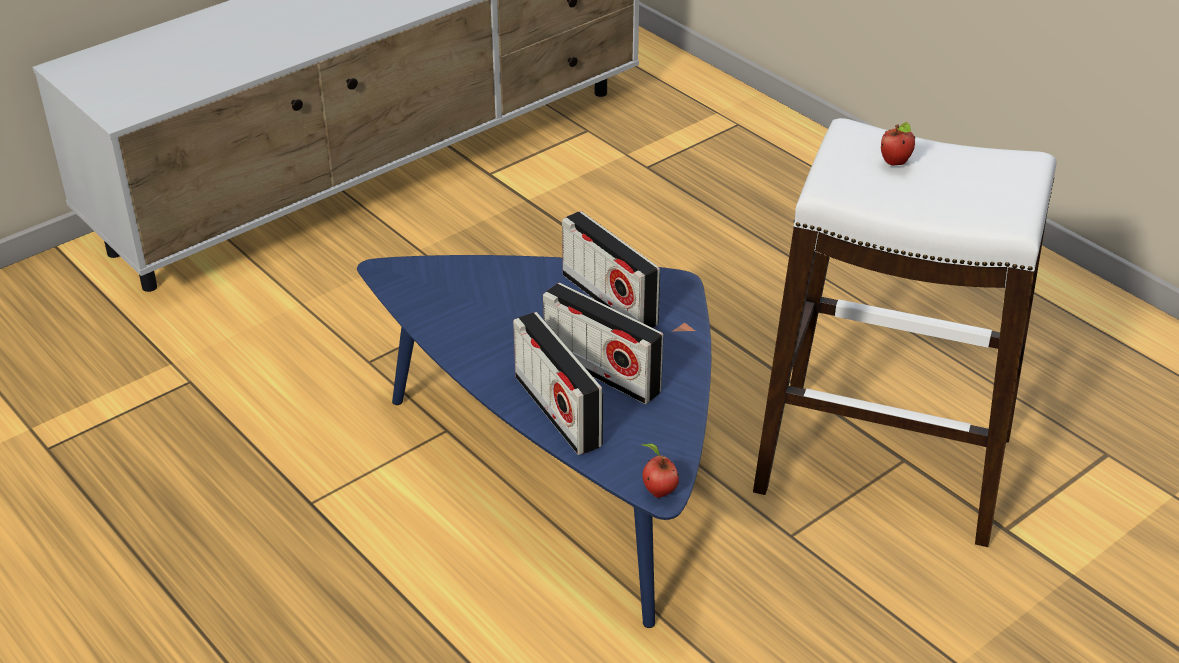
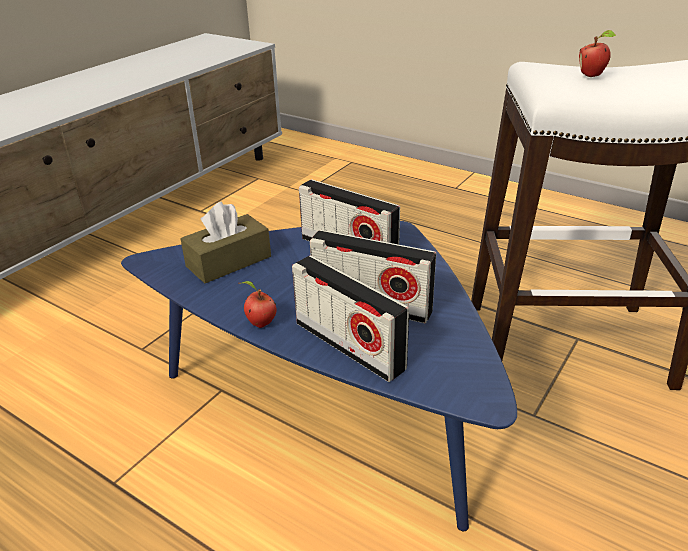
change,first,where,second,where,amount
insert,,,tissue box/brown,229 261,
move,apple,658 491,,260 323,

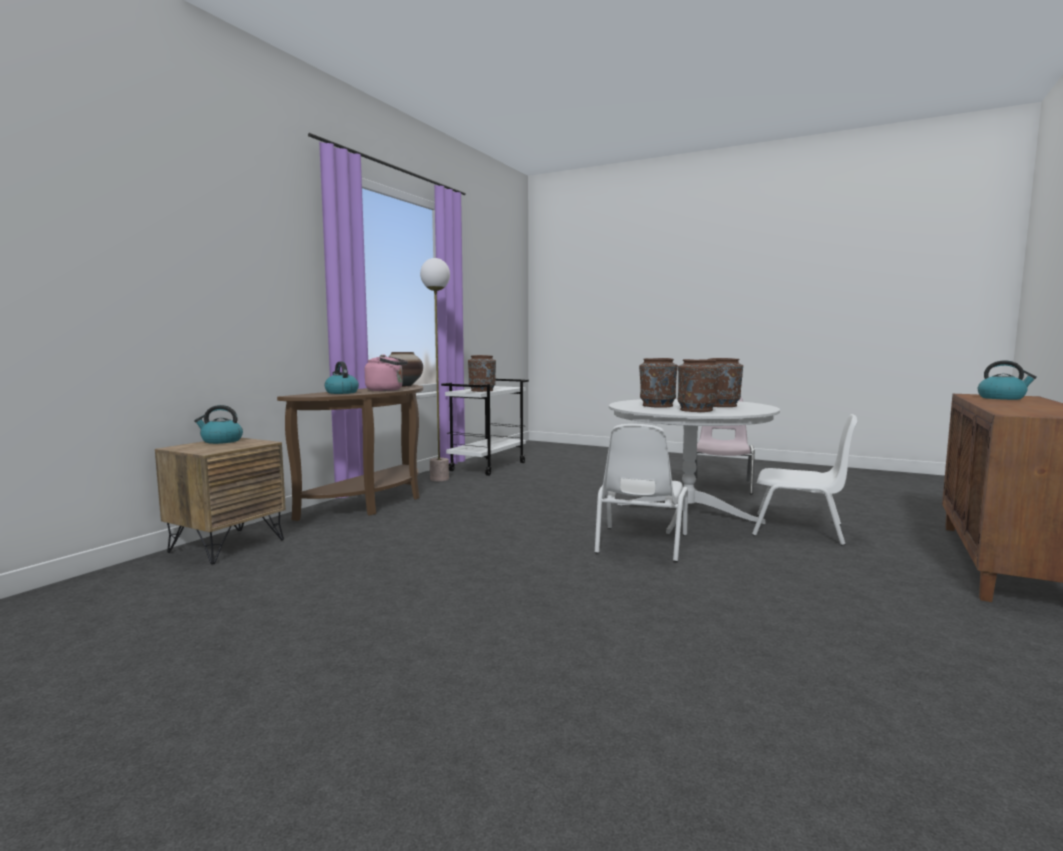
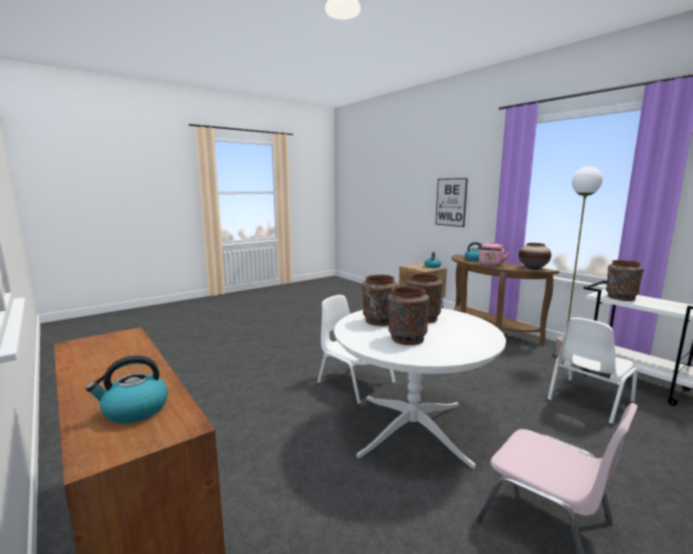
change,first,where,second,where,amount
insert,,,picture,451 202,
move,chair/white,799 530,,588 400,

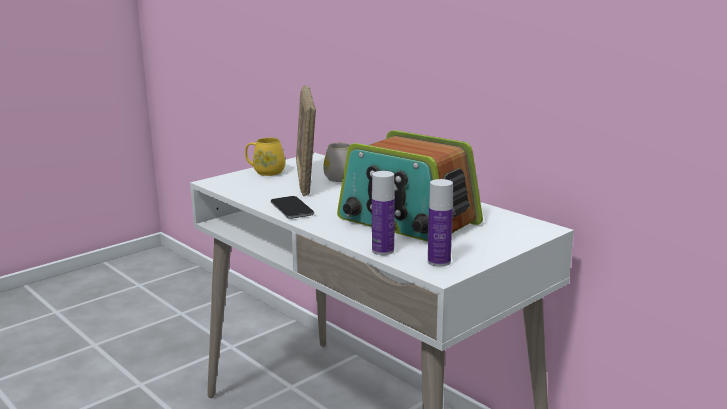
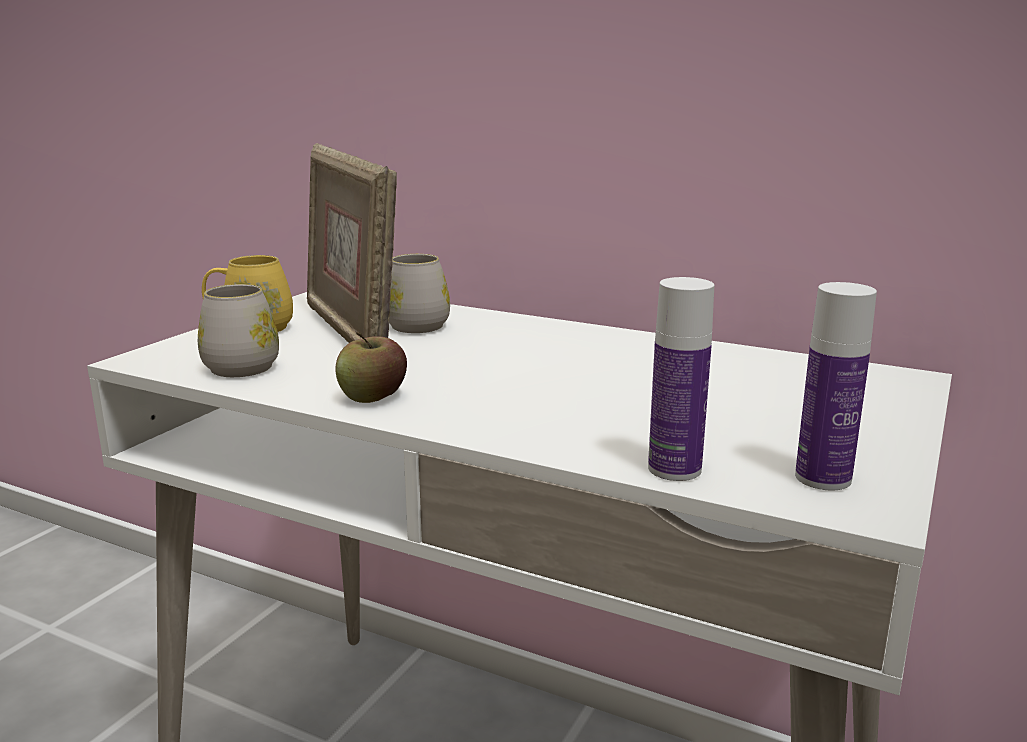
change,first,where,second,where,amount
delete,radio,408 221,,,
insert,,,mug/white,245 364,
replace,phone,291 208,apple,373 397,

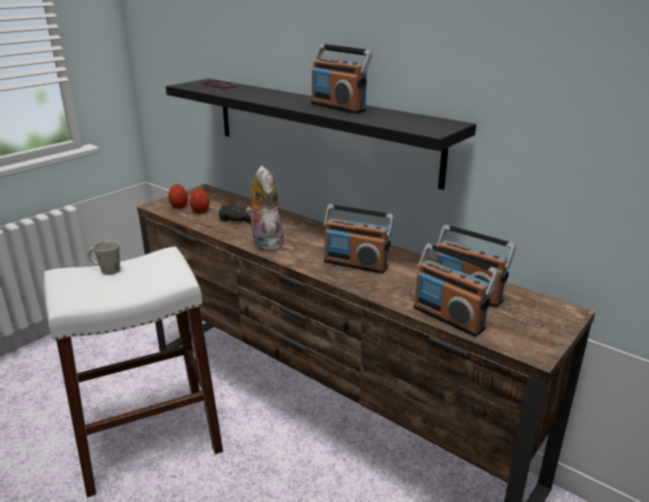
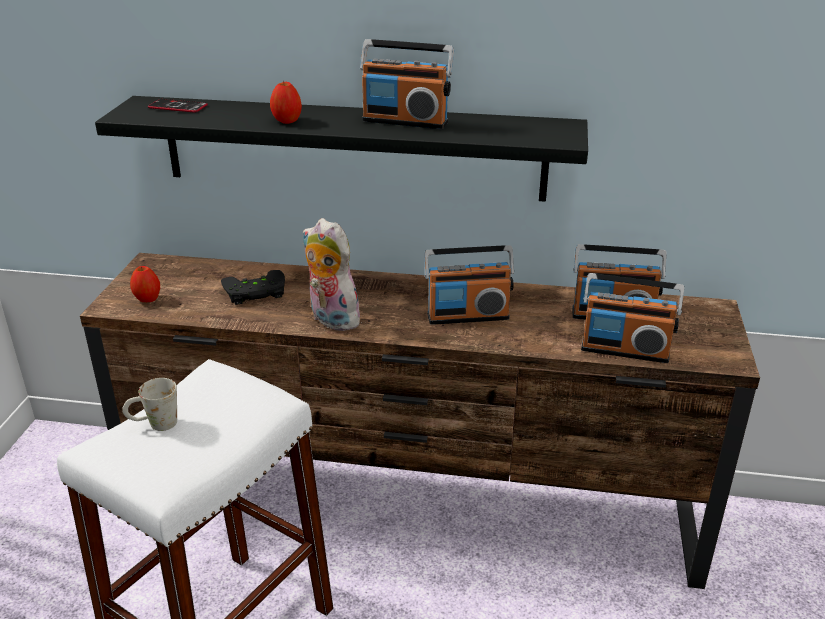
change,first,where,second,where,amount
move,apple,200 211,,287 121,

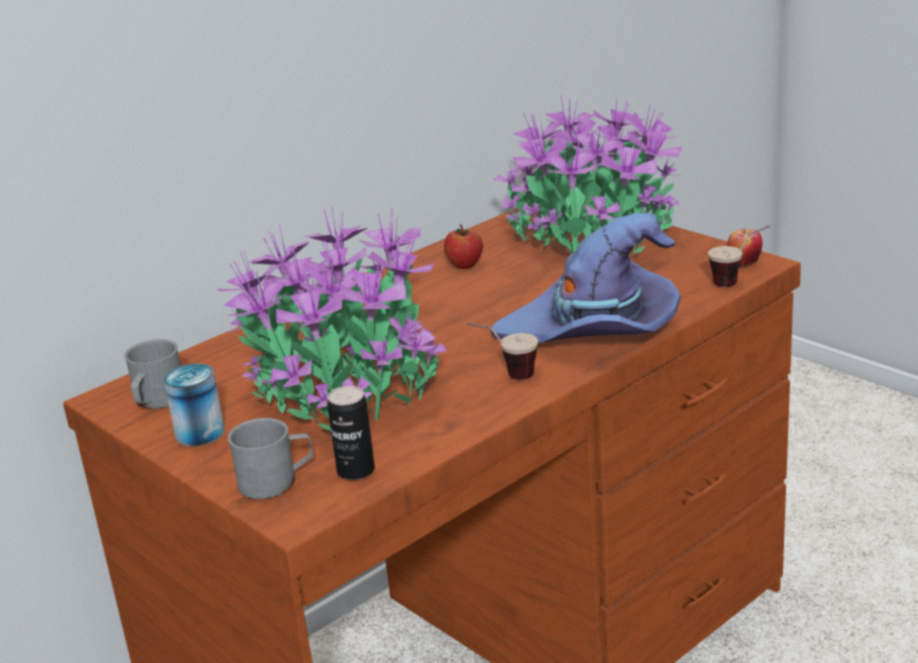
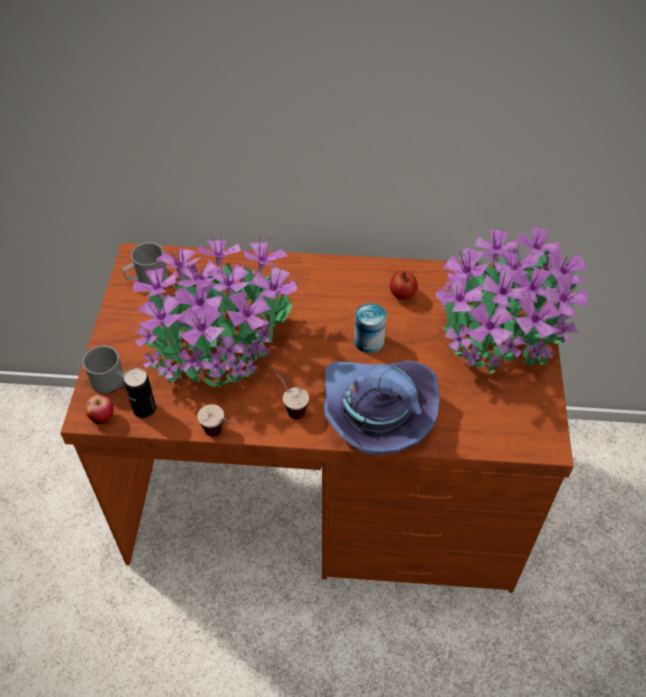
change,first,where,second,where,amount
move,can,200 433,,369 341,
move,cup,738 281,,221 435,
move,apple,744 263,,102 417,

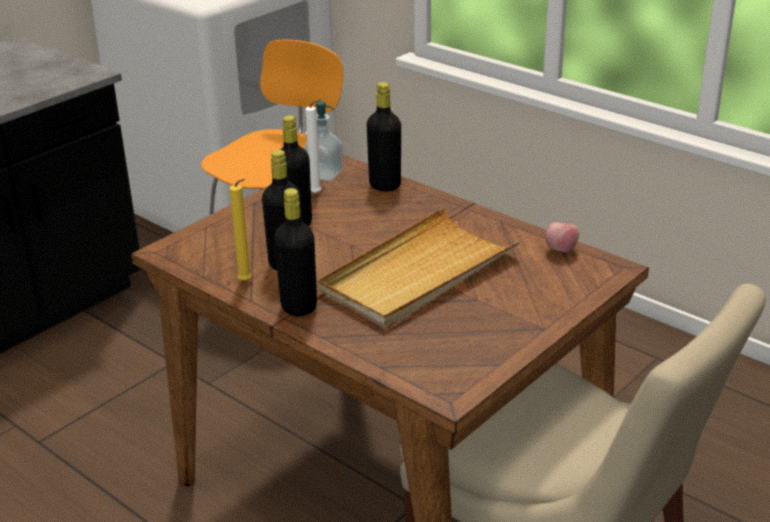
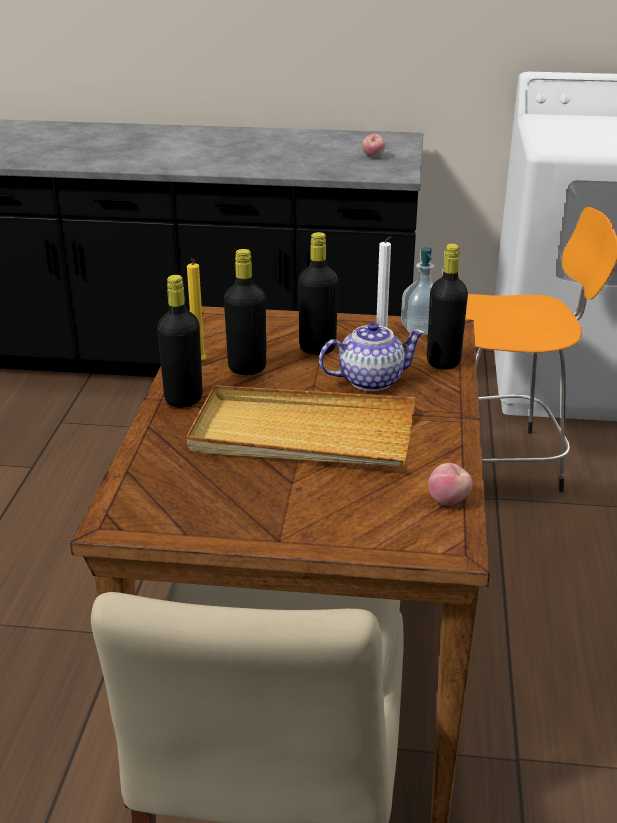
change,first,where,second,where,amount
insert,,,teapot,370 380,
insert,,,apple,373 157,

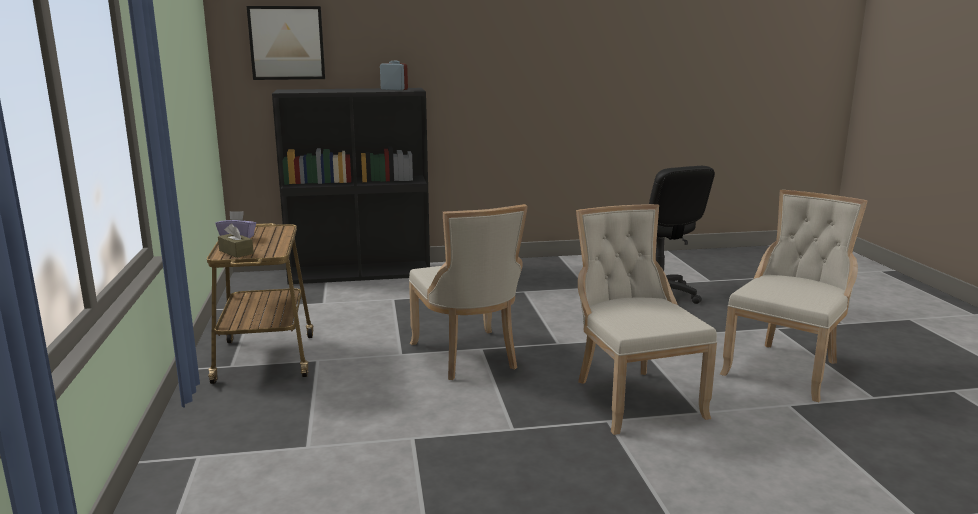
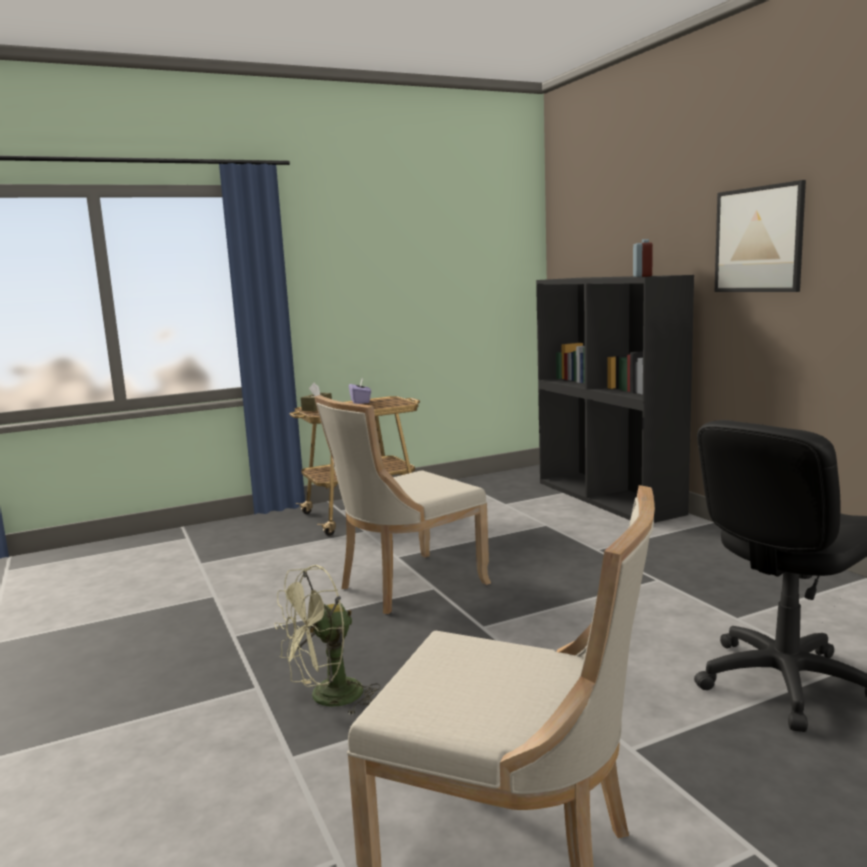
change,first,where,second,where,amount
move,picture,287 43,,758 239,
replace,chair/beige,633 398,fan/green,327 699,

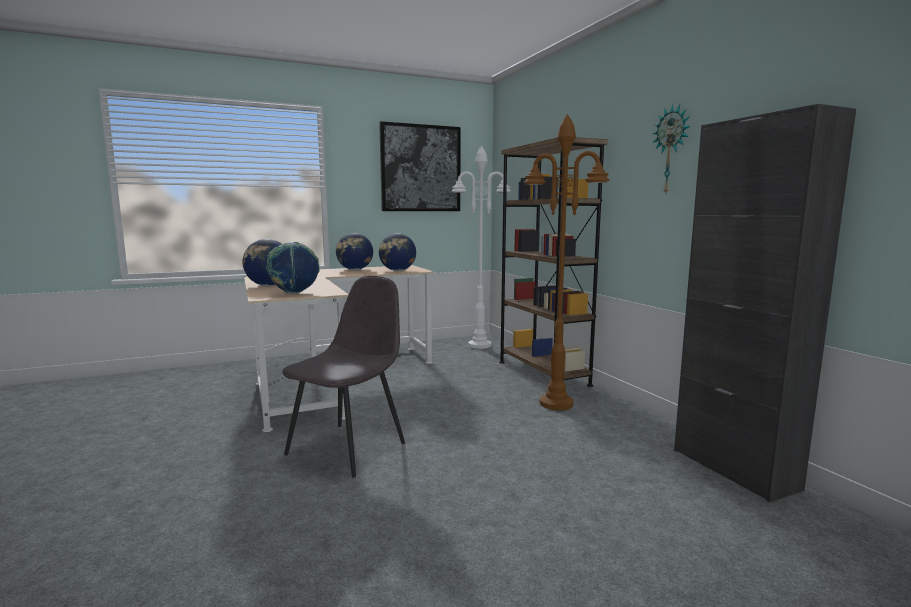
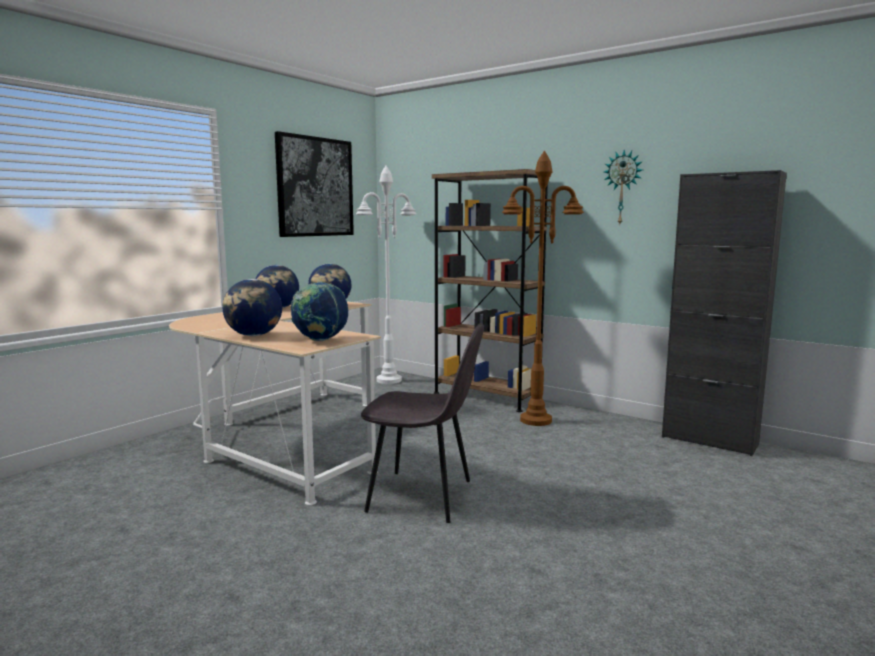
change,first,where,second,where,amount
rotate,chair/grey,348 447,,423 496,105 degrees clockwise

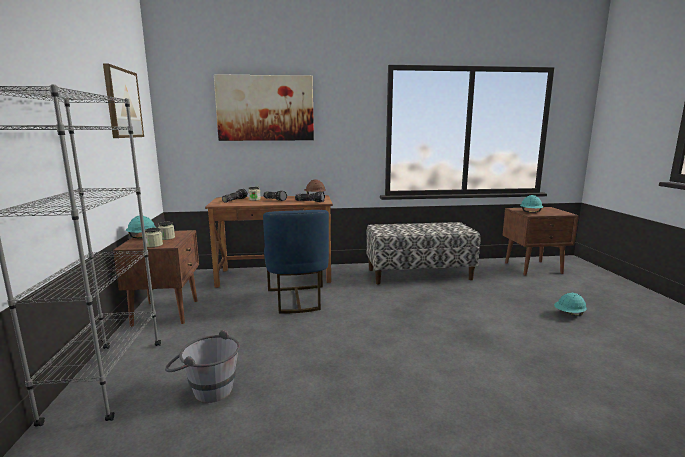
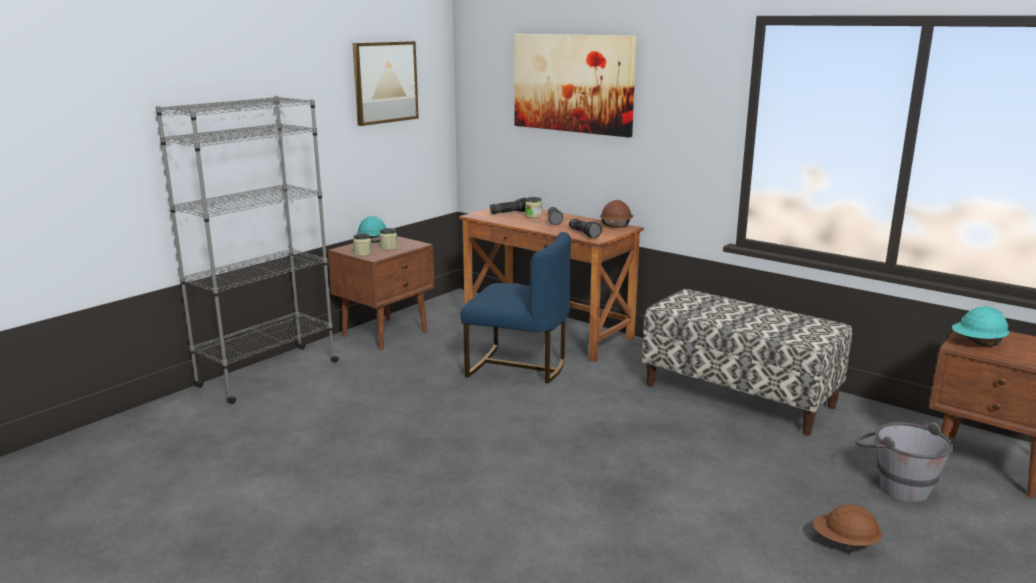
change,first,where,second,where,amount
move,bucket/grey,206 389,,895 484,
recolor,hard hat/turquoise,569 314,hard hat/brown,844 544,
rotate,chair/blue,297 299,,518 367,105 degrees counterclockwise

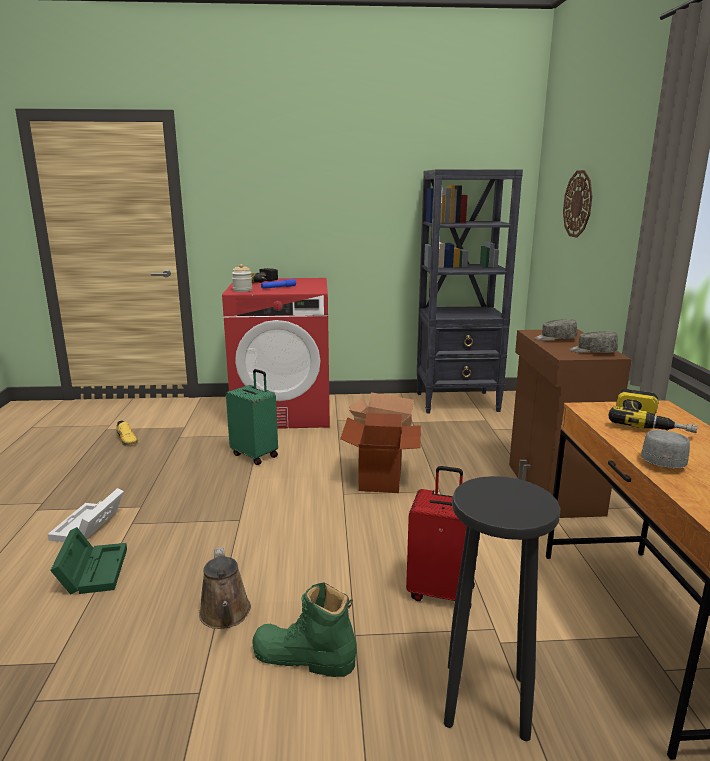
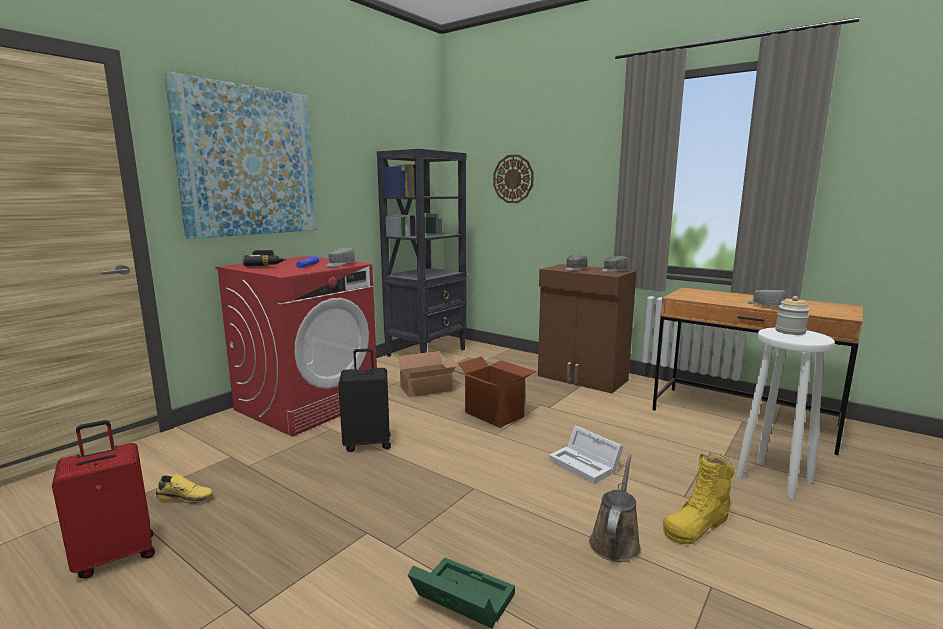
change,first,where,second,where,amount
delete,power drill,650 423,,,
insert,,,picture,249 162,
insert,,,cap/grey,339 265,
move,storage box/white,88 527,,586 465,
move,jar,242 290,,790 331,
move,suitcase/red,441 591,,116 556,
recolor,suitcase/green,255 455,suitcase/black,368 443,
recolor,boot/green,303 657,boot/yellow,696 525,
recolor,stool/black,486 698,stool/white,773 479,
rotate,watering can/brown,225 615,,615 541,90 degrees counterclockwise

